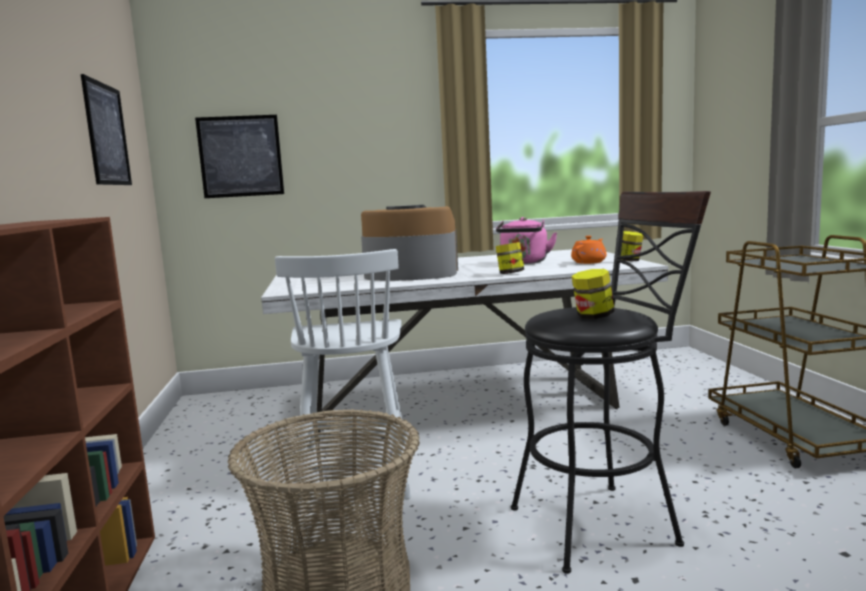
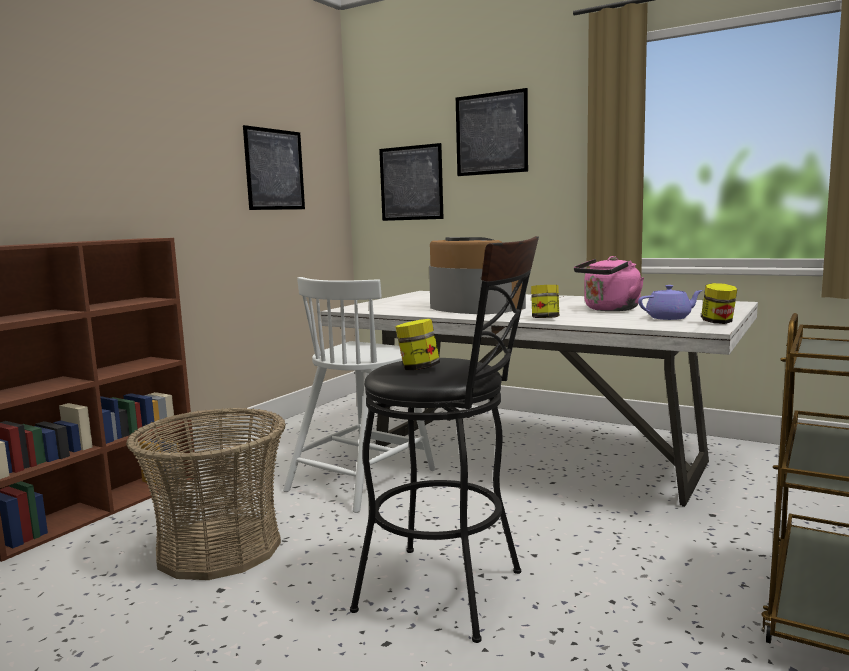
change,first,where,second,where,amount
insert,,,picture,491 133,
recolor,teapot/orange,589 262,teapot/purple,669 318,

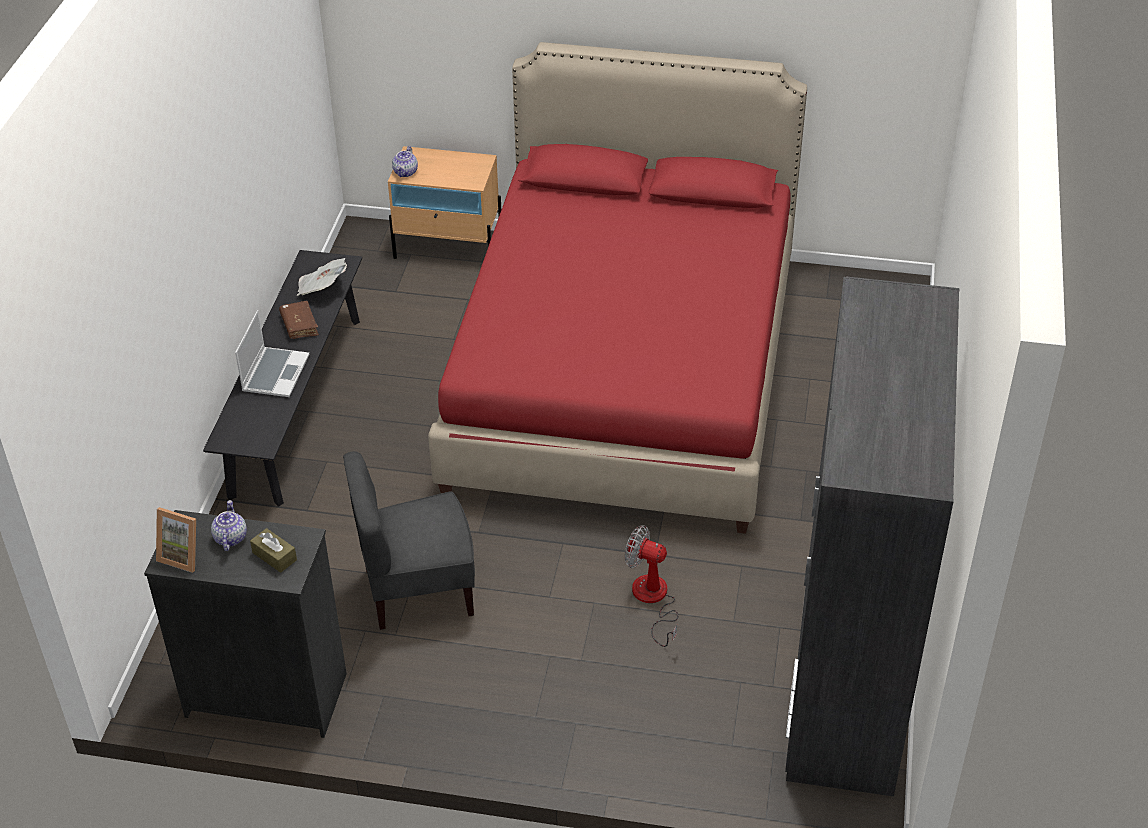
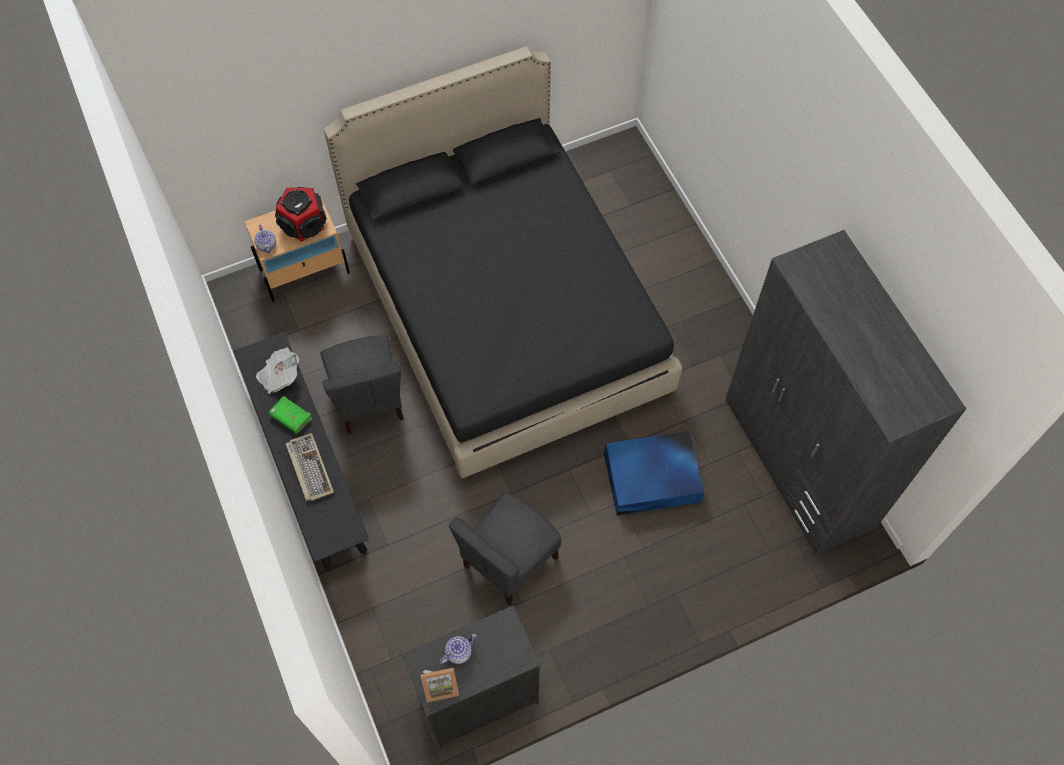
change,first,where,second,where,amount
delete,tissue box/brown,274 556,,,
insert,,,speaker,304 223,
insert,,,chair/grey,368 399,
replace,laptop,275 373,keyboard,309 468,
replace,fan,653 600,storage box/blue,653 478,
recolor,book/brown,299 325,book/green,291 417,
recolor,bed/red,625 372,bed/black,506 312,
rotate,teapot,230 537,,458 652,90 degrees clockwise

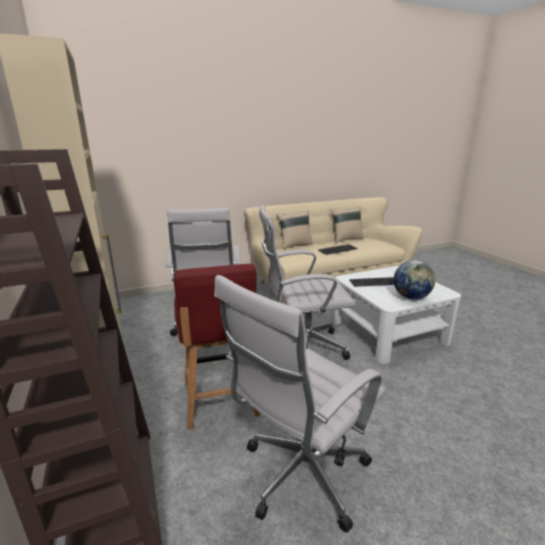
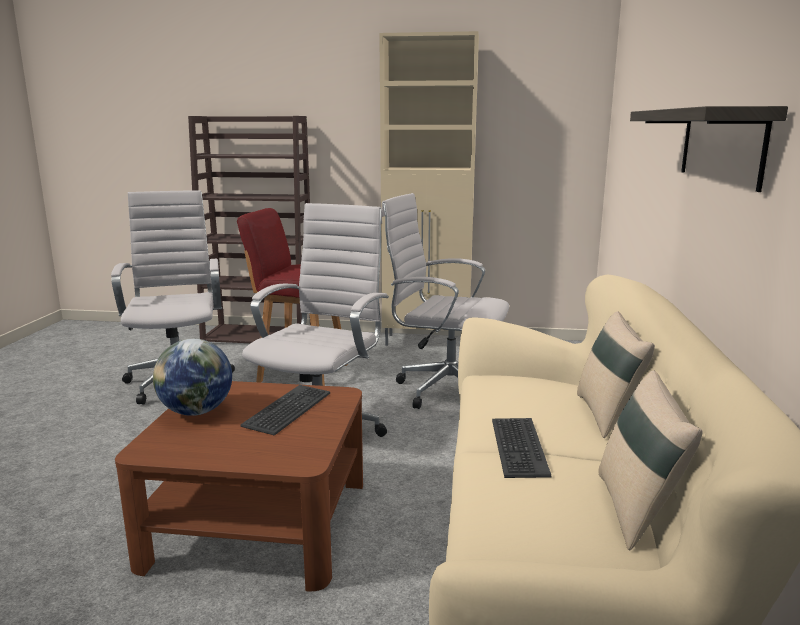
change,first,where,second,where,amount
insert,,,shelf,720 145,
recolor,coffee table/white,388 332,coffee table/brown,259 522,

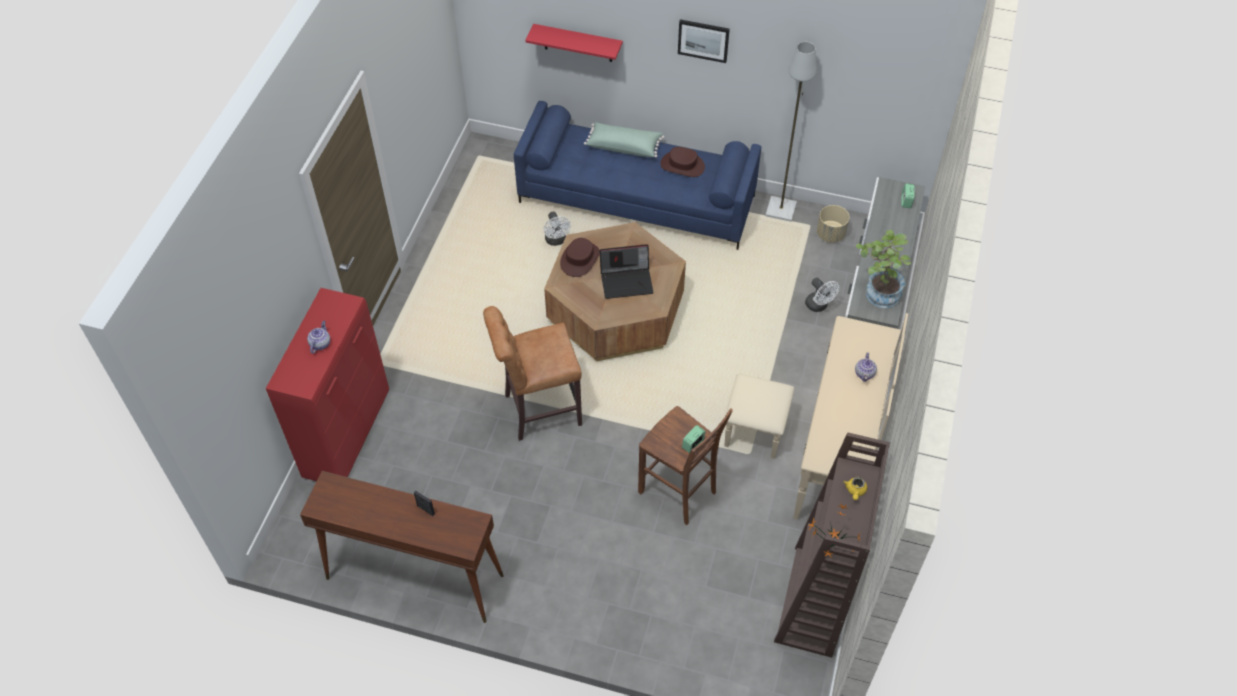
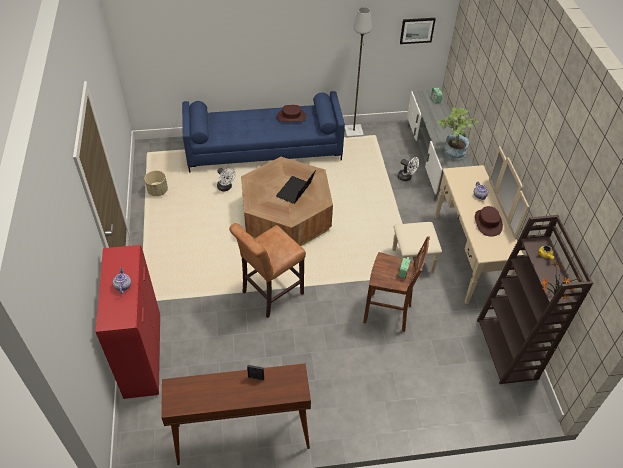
change,first,where,second,where,amount
delete,shelf/red,578 43,,,
delete,pillow/green,624 146,,,
move,hat/brown,579 259,,487 223,
move,picture,703 40,,417 30,
move,planter/beige,830 234,,158 191,
rotate,laptop,627 281,,295 191,150 degrees clockwise

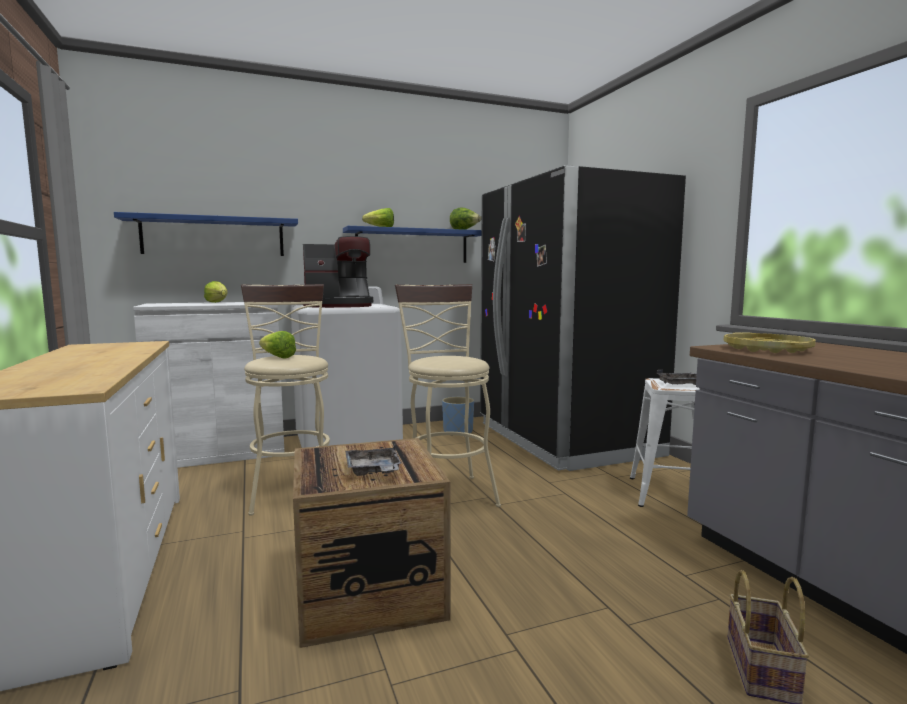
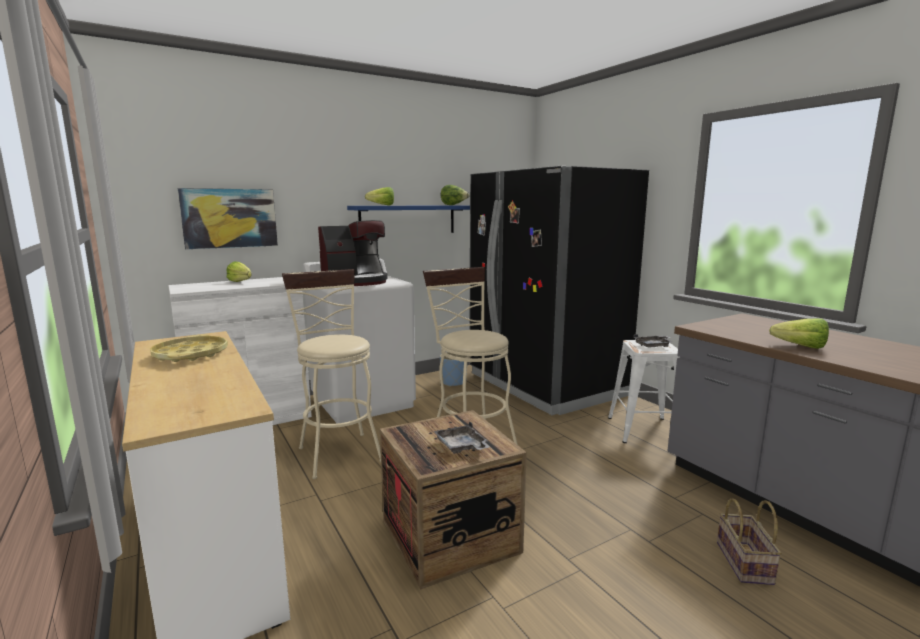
change,first,where,second,where,amount
move,lettuce,276 357,,795 346,
move,tray/yellow,767 349,,190 354,
replace,shelf/blue,214 237,picture,229 218,

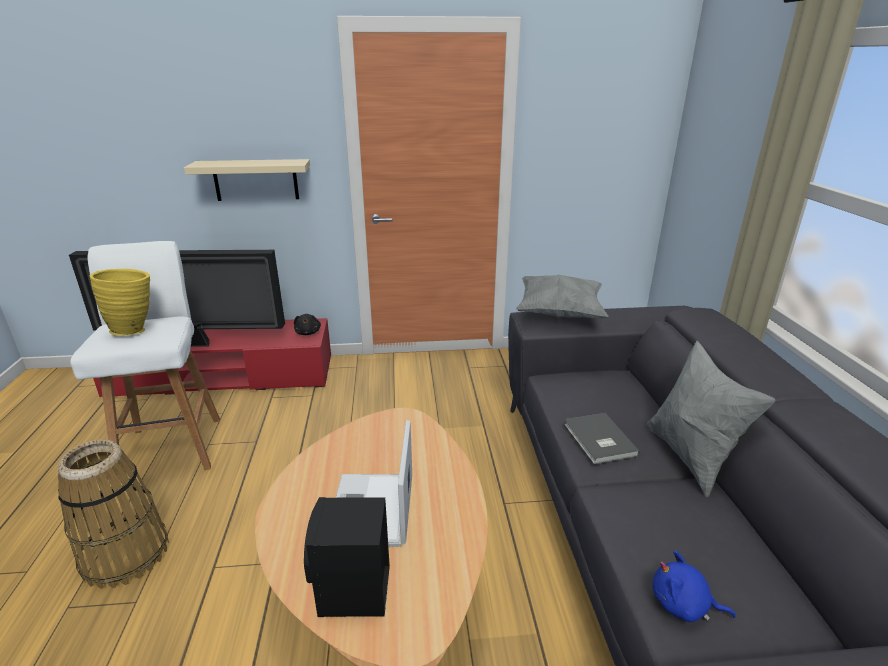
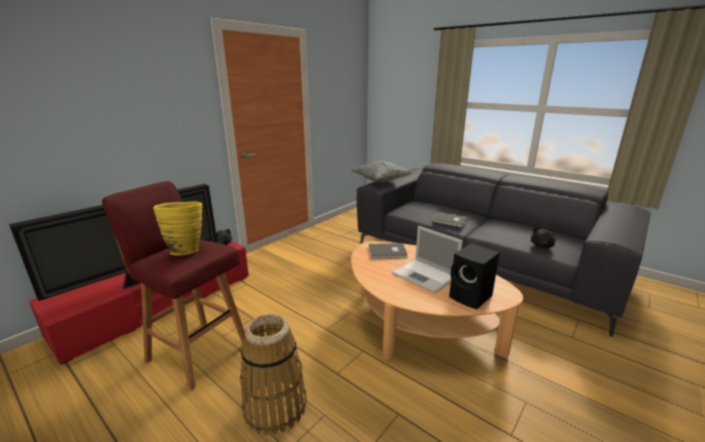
change,first,where,second,where,amount
delete,shelf/beige,256 180,,,
delete,pillow/grey,690 457,,,
insert,,,book/grey,388 252,
recolor,stool/white,172 446,stool/red,197 351,
recolor,plush toy/blue,683 605,plush toy/black,542 246,

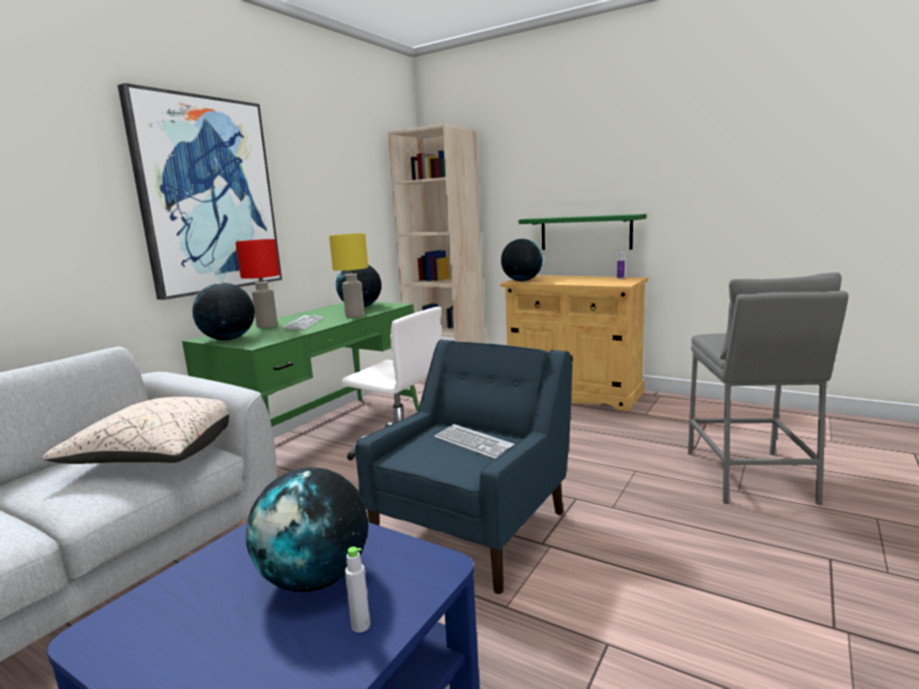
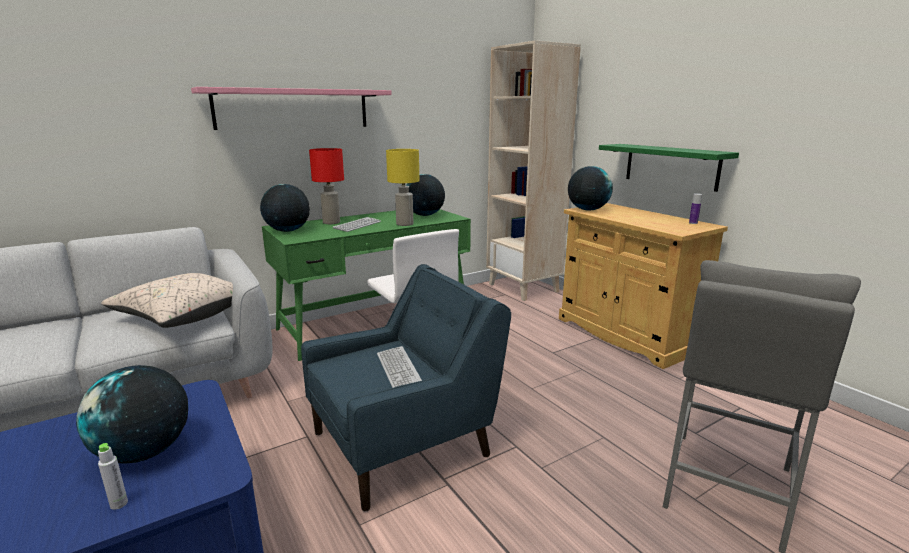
change,first,where,second,where,amount
replace,picture,207 196,shelf/pink,293 109,

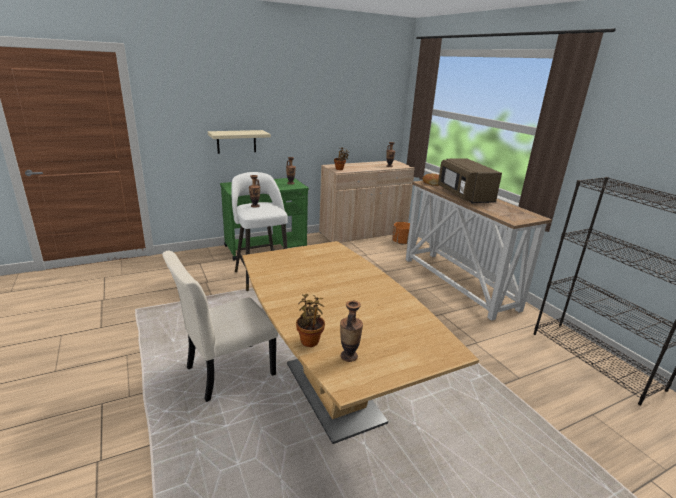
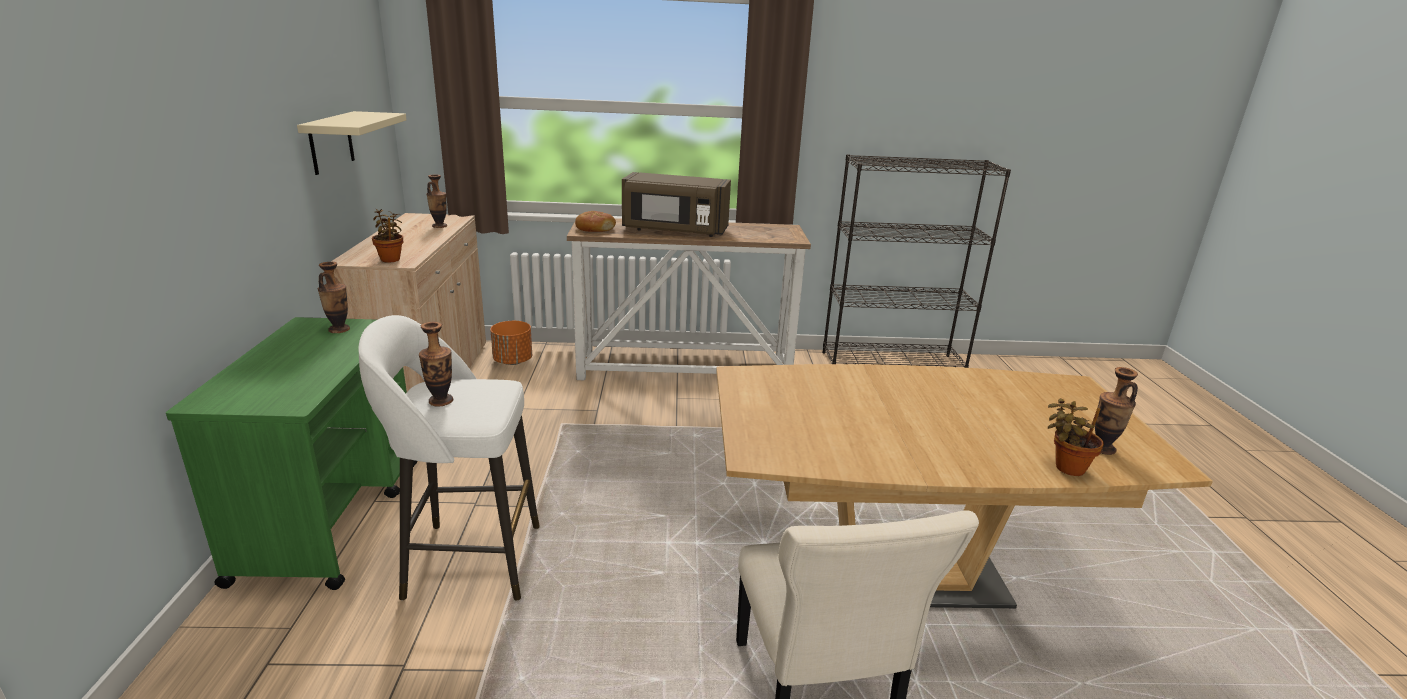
change,first,where,second,where,amount
move,shelf/beige,236 141,,331 142,

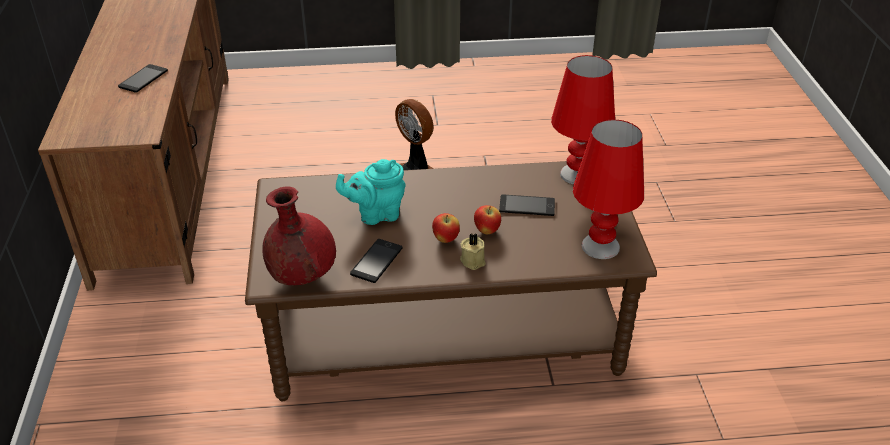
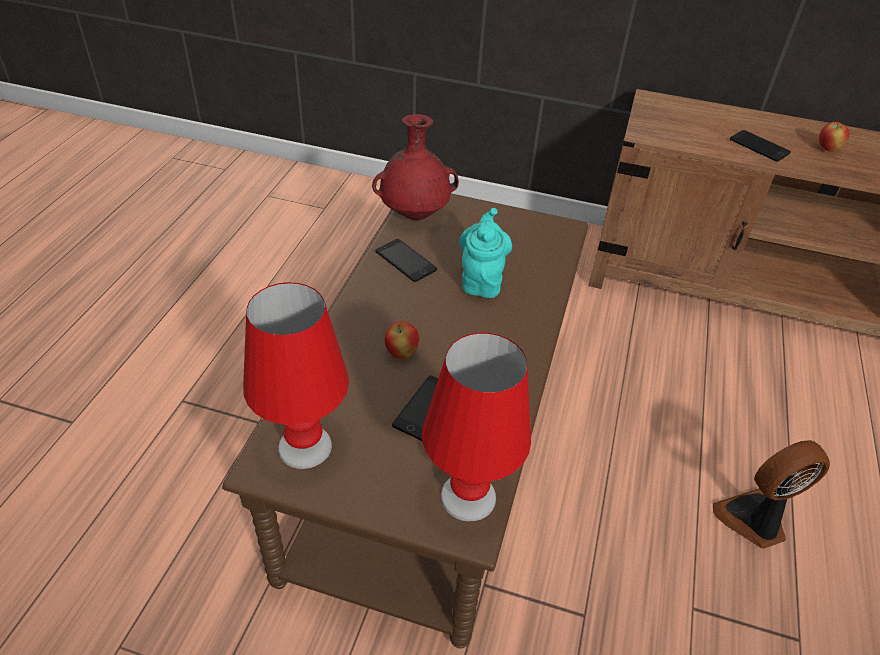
change,first,where,second,where,amount
delete,candle/beige,473 260,,,
move,apple,445 239,,827 149,

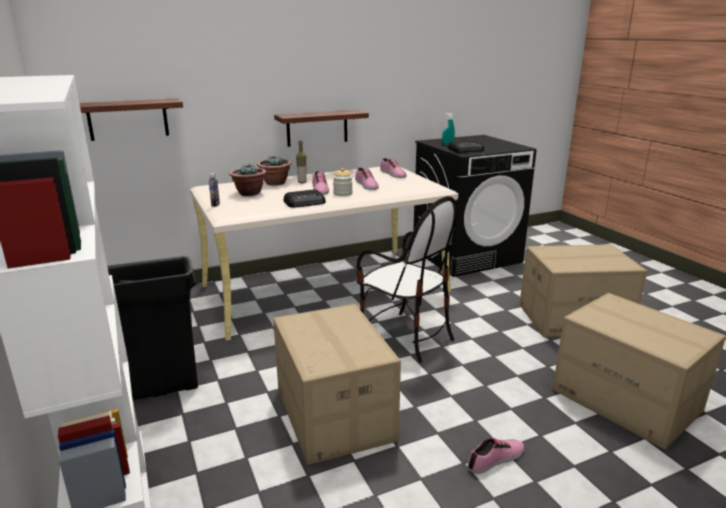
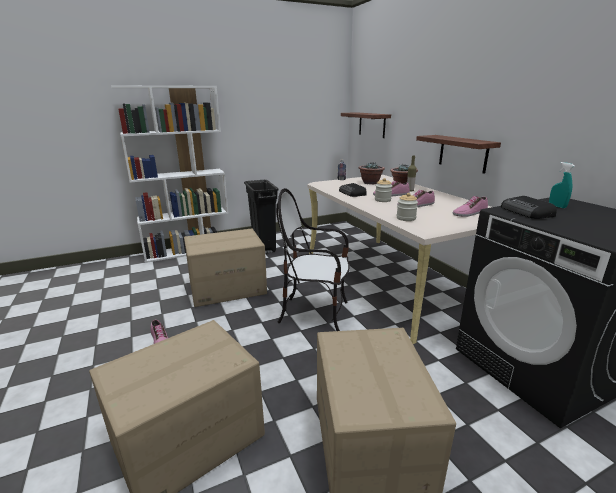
change,first,where,second,where,amount
insert,,,jar,406 218,
rotate,chair,405 337,,315 313,60 degrees clockwise

